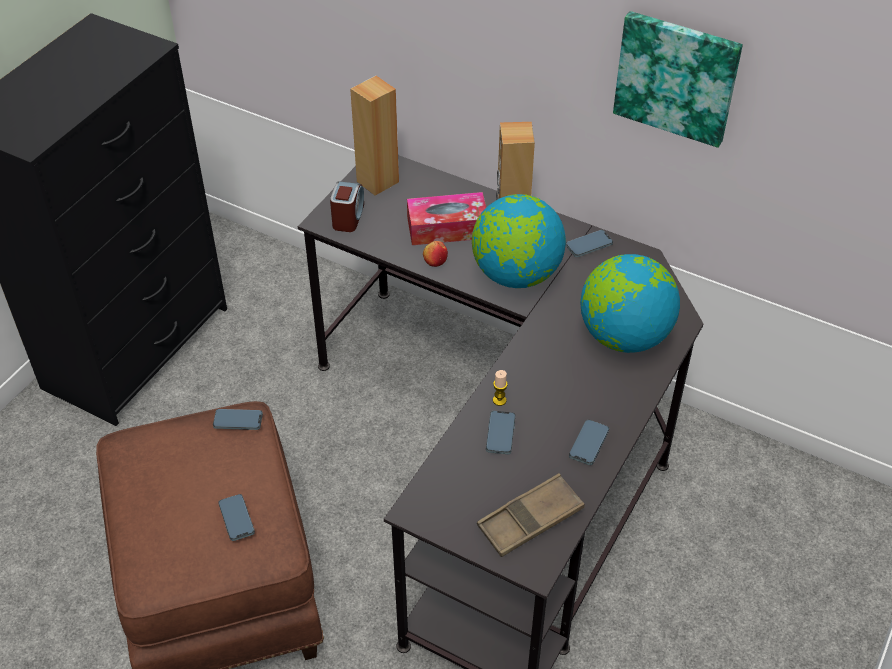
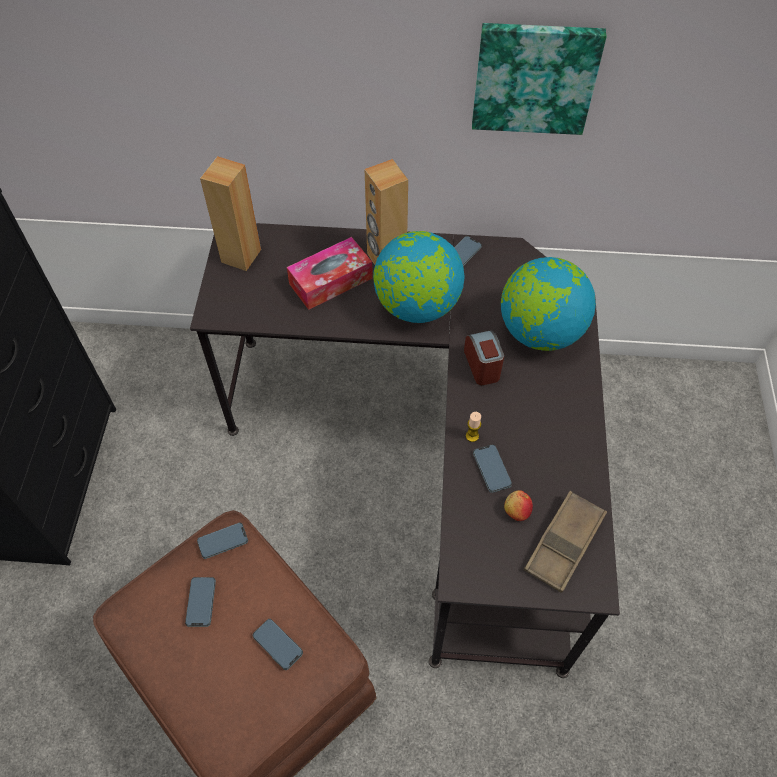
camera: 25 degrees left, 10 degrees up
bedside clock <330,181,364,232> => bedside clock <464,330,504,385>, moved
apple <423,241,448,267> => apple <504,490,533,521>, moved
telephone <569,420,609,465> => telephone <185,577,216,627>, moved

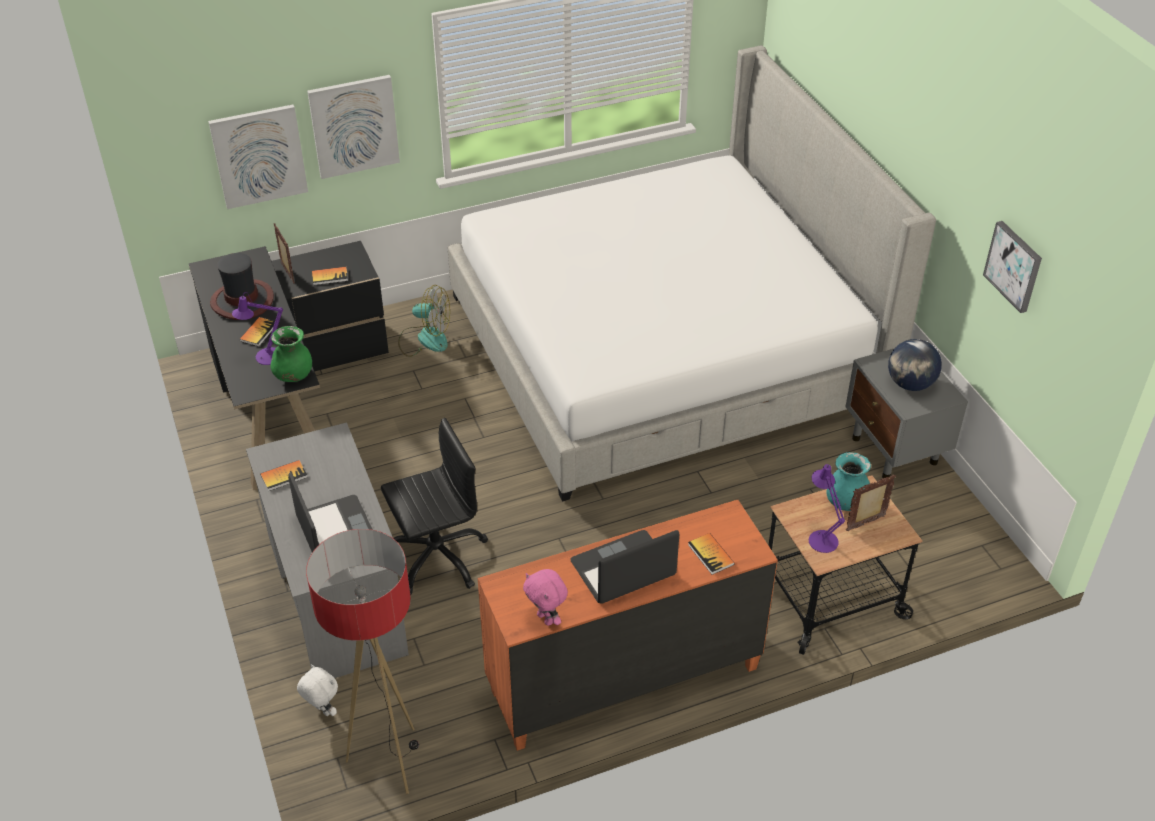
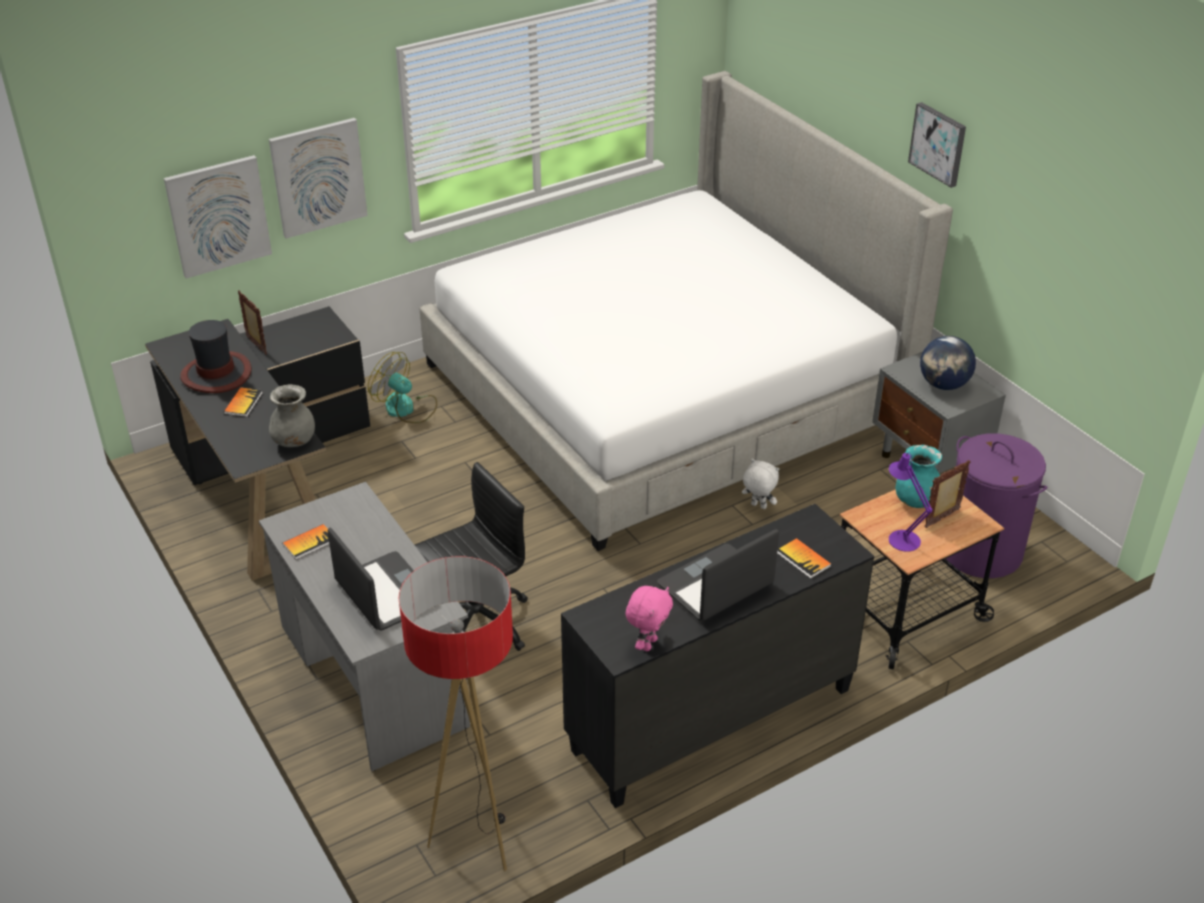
camera: 10 degrees left, 5 degrees down
wall art <983,221,1042,313> => wall art <908,102,966,188>, moved
volume <312,267,348,285> => nothing
electric fan <398,285,450,357> => electric fan <368,352,437,423>, 150 degrees counterclockwise
table lamp (purple-coloured) <232,292,283,365> => nothing
flower vase (green) <271,326,312,382> => flower vase (greyish) <269,384,315,447>
drawer chest (orange) <478,500,778,751> => drawer chest (black-coloured) <561,504,874,808>
soft toy (pink) <523,569,568,626> => soft toy (pink) <625,586,673,651>, 105 degrees counterclockwise
soft toy (white-coloured) <297,664,338,716> => soft toy (white-coloured) <742,459,779,509>, moved
nothing => washing basket (purple-coloured) <946,433,1047,578>

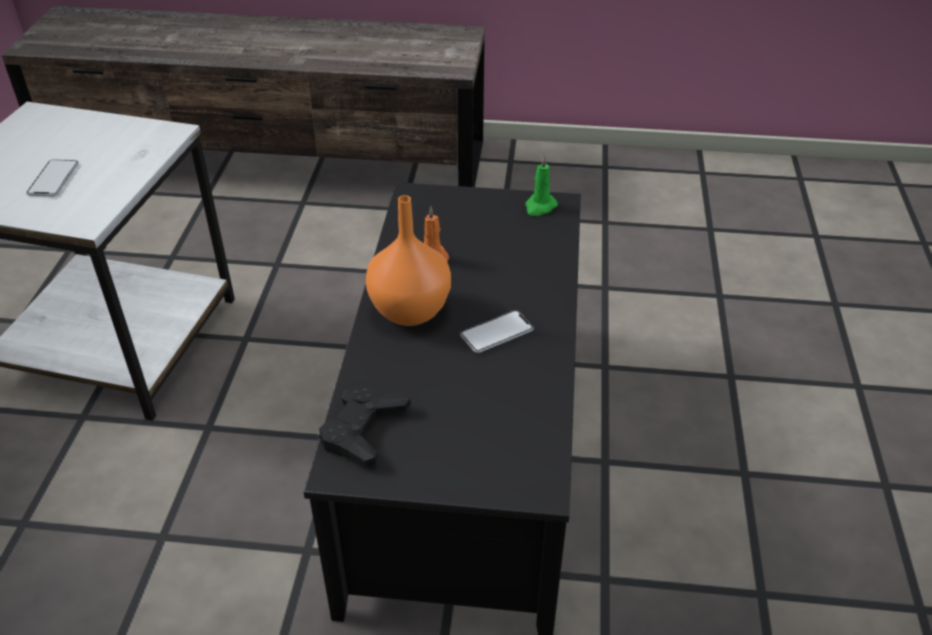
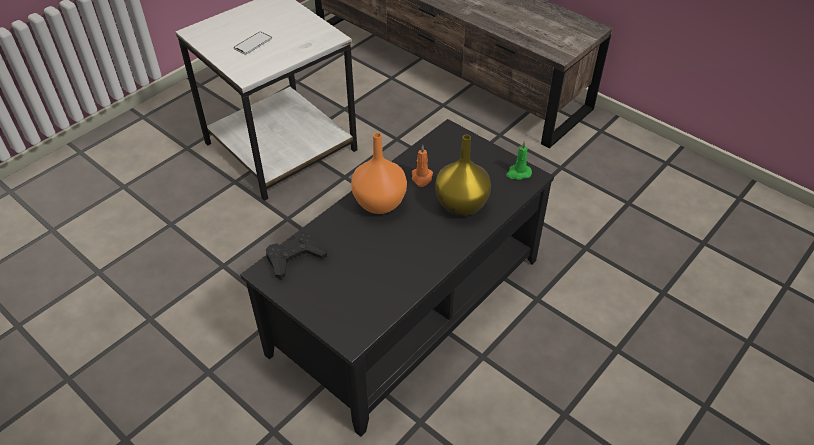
camera: 35 degrees right, 5 degrees up
telephone <460,310,534,353> => nothing
nothing => flower vase (yellowish) <435,135,491,216>

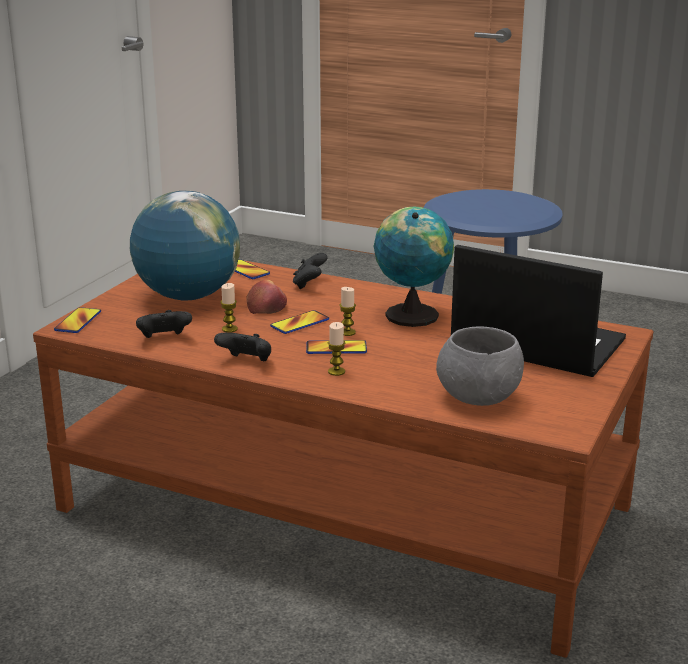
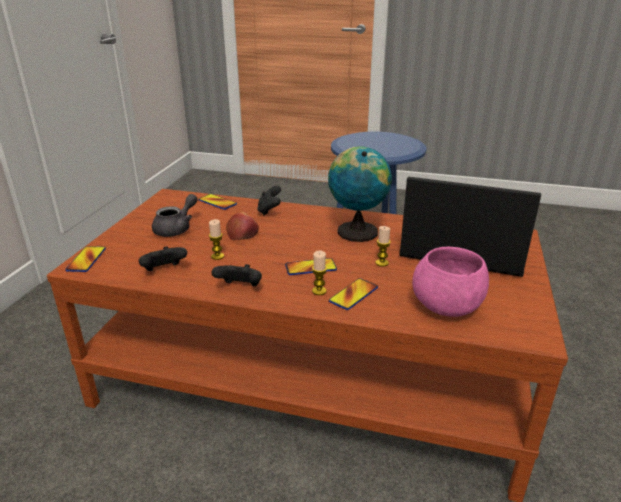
camera: 10 degrees left, 5 degrees up
globe <130,191,240,300> => pot for tea (greyish) <152,194,197,237>
wax light <340,287,356,336> => wax light <375,226,391,267>, moved
telephone <270,310,329,334> => telephone <329,278,378,310>, moved
deep dish (greyish) <436,326,524,406> => deep dish (pink) <412,247,489,317>

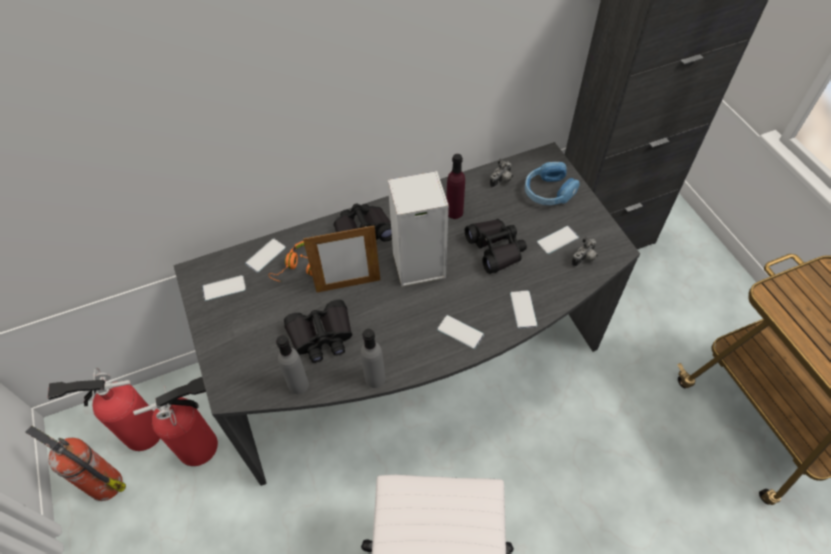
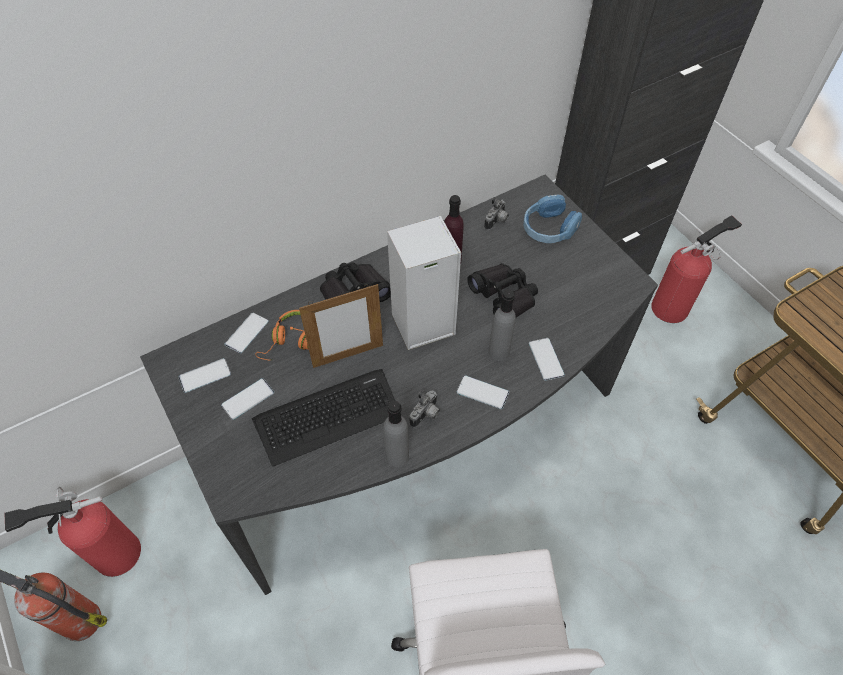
camera: 10 degrees left, 0 degrees up
telephone <537,226,579,254> => telephone <221,378,274,420>, moved
photo camera <571,237,598,267> => photo camera <409,391,440,428>, moved
binoculars (black-coloured) <284,300,352,363> => computer keyboard <252,369,395,467>
beverage bottle (greyish) <276,335,309,394> => beverage bottle (greyish) <489,290,516,361>, moved
extinguisher <133,377,218,466> => extinguisher <651,215,742,323>, moved

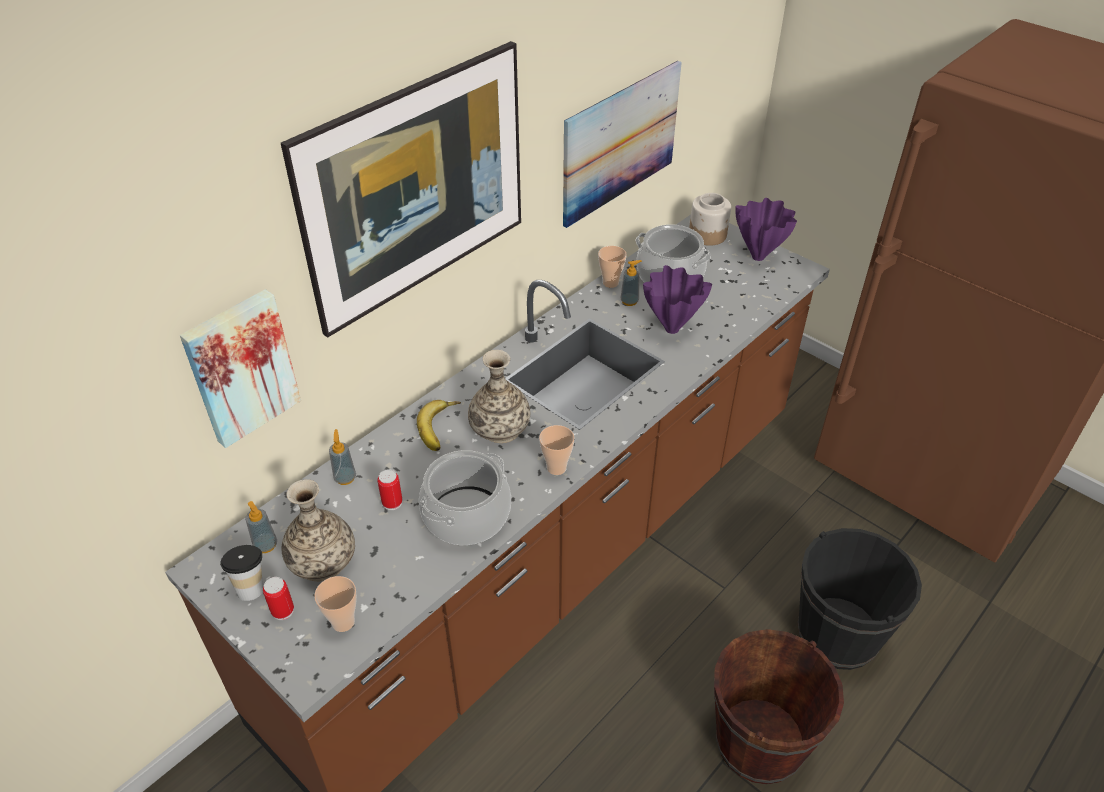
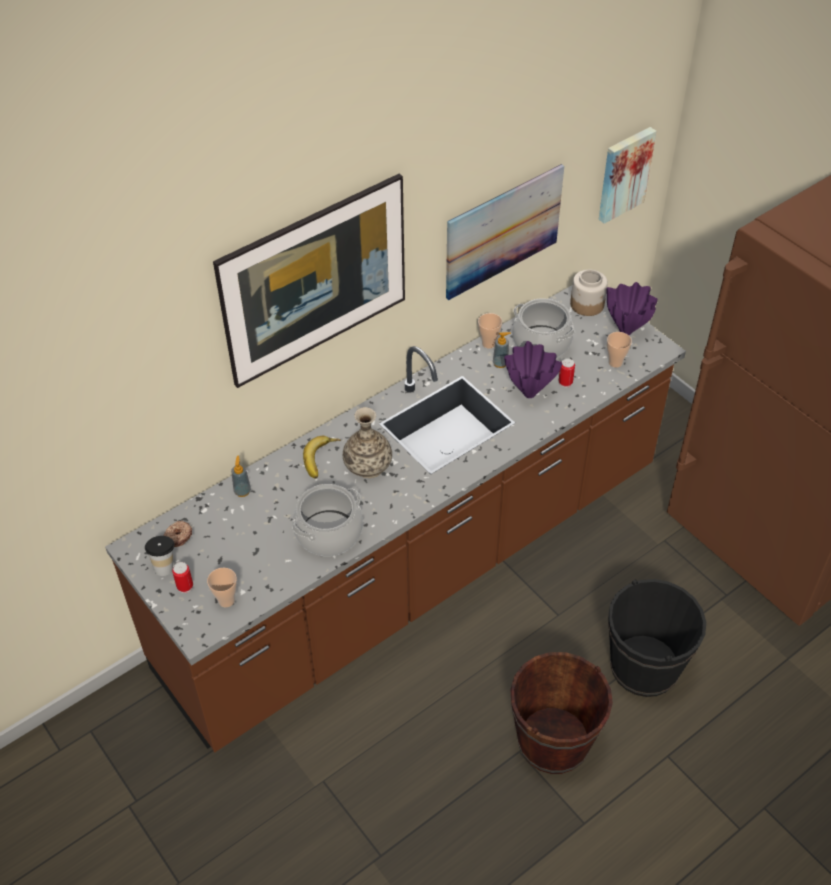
camera: 10 degrees right, 5 degrees up
wall art <180,289,301,448> => wall art <599,127,656,224>, moved
cup <539,425,574,475> => cup <607,332,632,368>, moved
metal can <377,469,402,510> => metal can <559,358,575,388>, moved
flower vase <282,479,355,581> => nothing
soap dispenser <245,501,277,553> => doughnut <163,520,192,547>

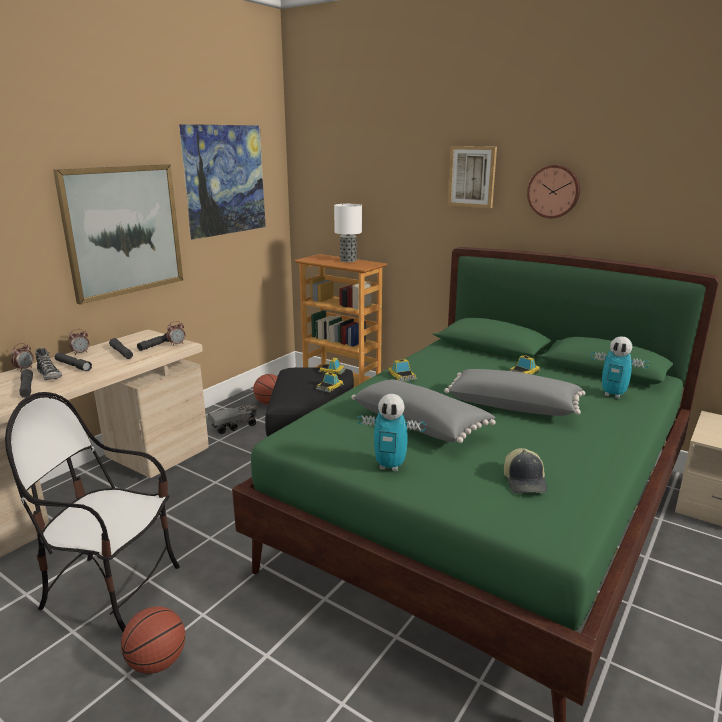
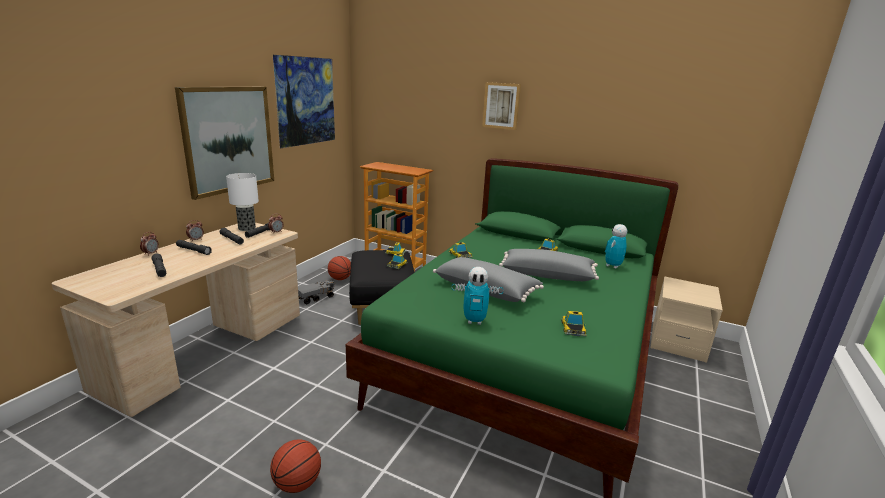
camera: 10 degrees left, 0 degrees up
wall clock <527,165,580,218> => nothing
table lamp <334,204,362,262> => table lamp <226,173,259,231>, moved
model robot <591,336,649,399> => model robot <605,224,627,269>, 105 degrees clockwise
shoe <35,348,62,380> => nothing
upright chair <5,392,180,632> => nothing
peaked cap <504,448,547,493> => model car <561,311,587,337>

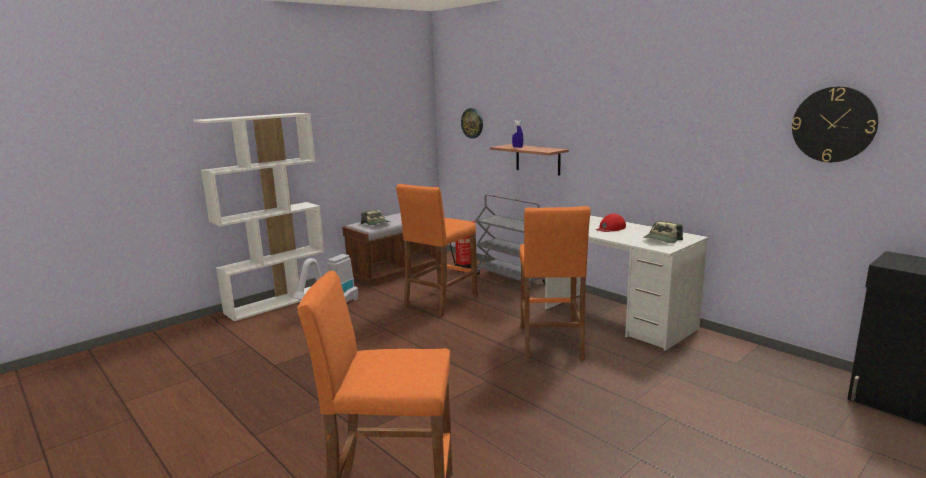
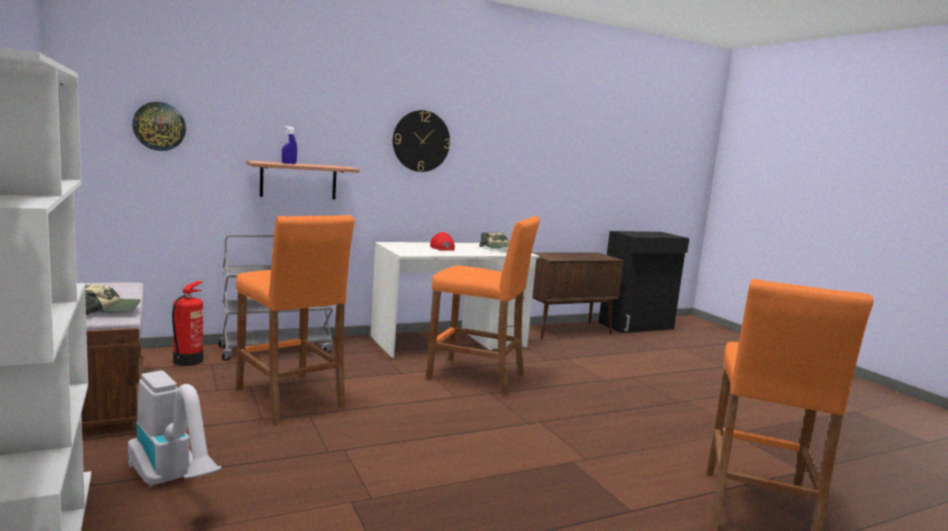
camera: 75 degrees left, 5 degrees down
wall clock <792,86,878,162> => wall clock <393,110,450,172>, moved
nothing => storage cabinet (brown-coloured) <532,253,624,339>

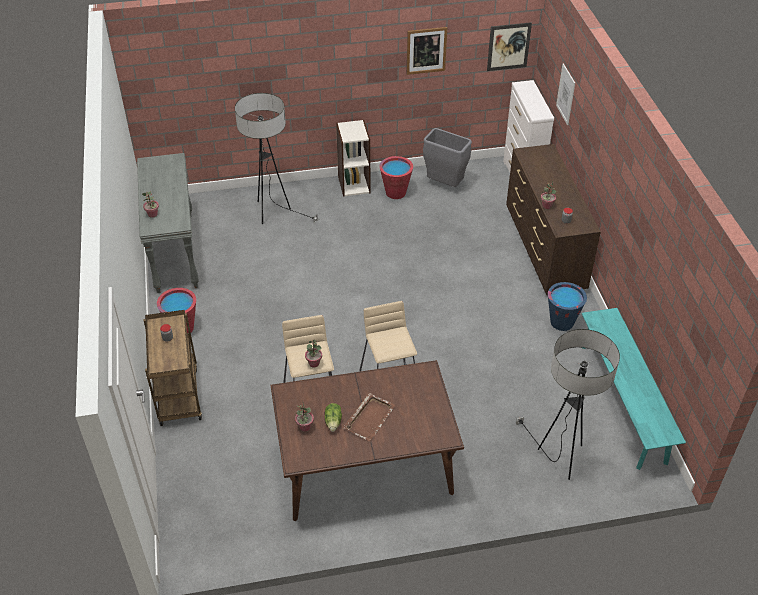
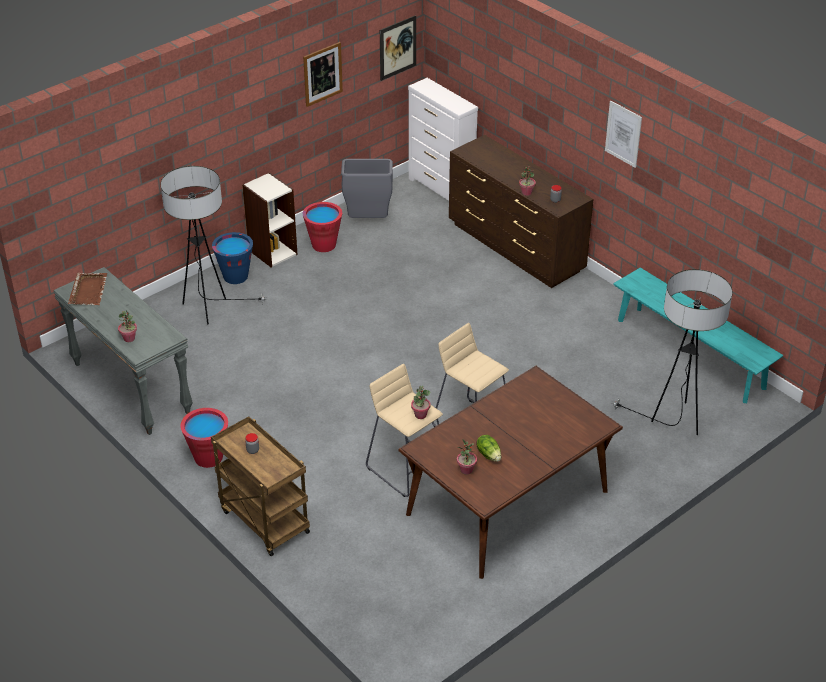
camera: 30 degrees left, 5 degrees down
wall art <556,64,575,125> => wall art <605,101,642,168>, moved
pail (blue) <548,282,587,331> => pail (blue) <212,232,253,284>, moved
serving tray (brown-coloured) <343,393,395,442> => serving tray (brown-coloured) <68,273,107,305>, moved

